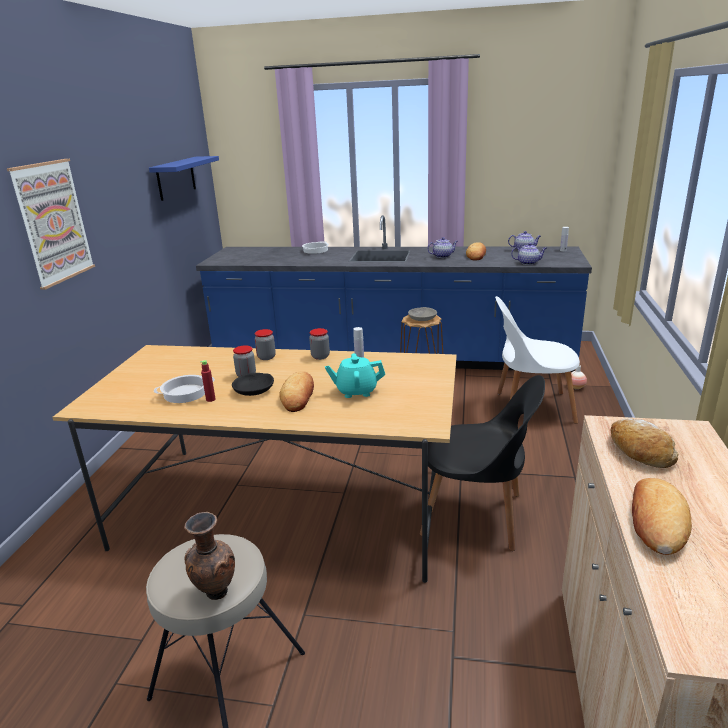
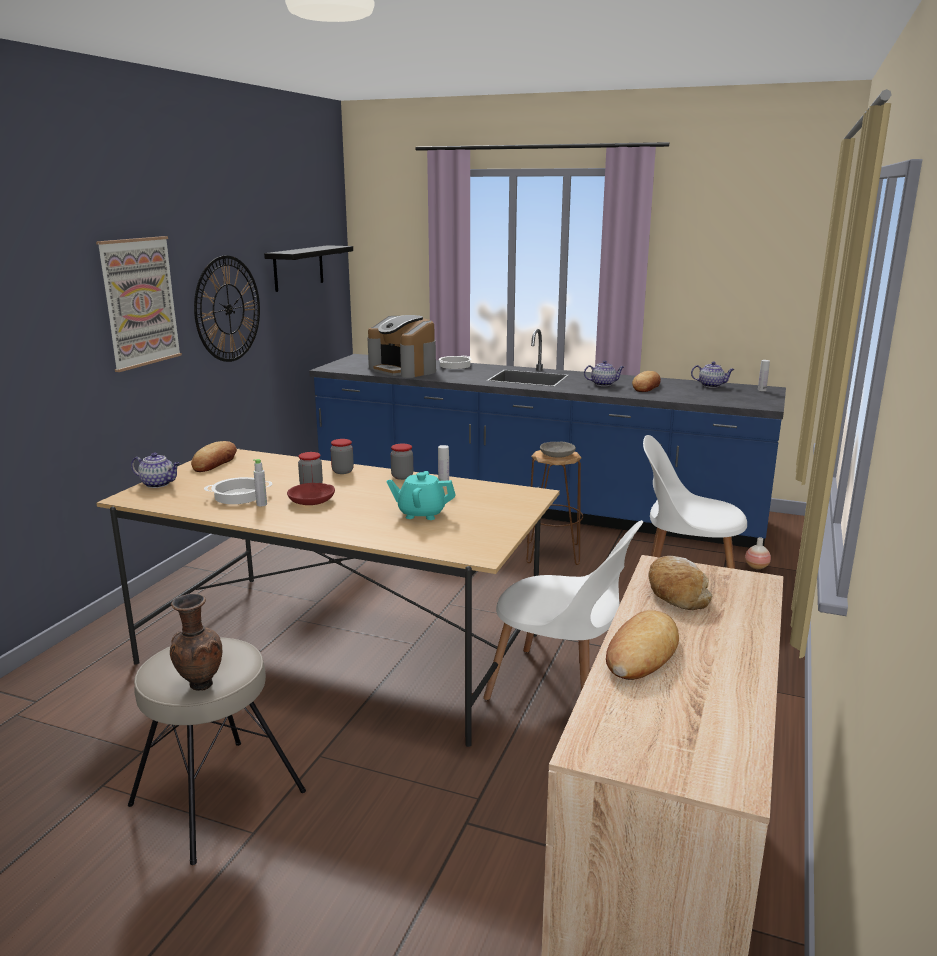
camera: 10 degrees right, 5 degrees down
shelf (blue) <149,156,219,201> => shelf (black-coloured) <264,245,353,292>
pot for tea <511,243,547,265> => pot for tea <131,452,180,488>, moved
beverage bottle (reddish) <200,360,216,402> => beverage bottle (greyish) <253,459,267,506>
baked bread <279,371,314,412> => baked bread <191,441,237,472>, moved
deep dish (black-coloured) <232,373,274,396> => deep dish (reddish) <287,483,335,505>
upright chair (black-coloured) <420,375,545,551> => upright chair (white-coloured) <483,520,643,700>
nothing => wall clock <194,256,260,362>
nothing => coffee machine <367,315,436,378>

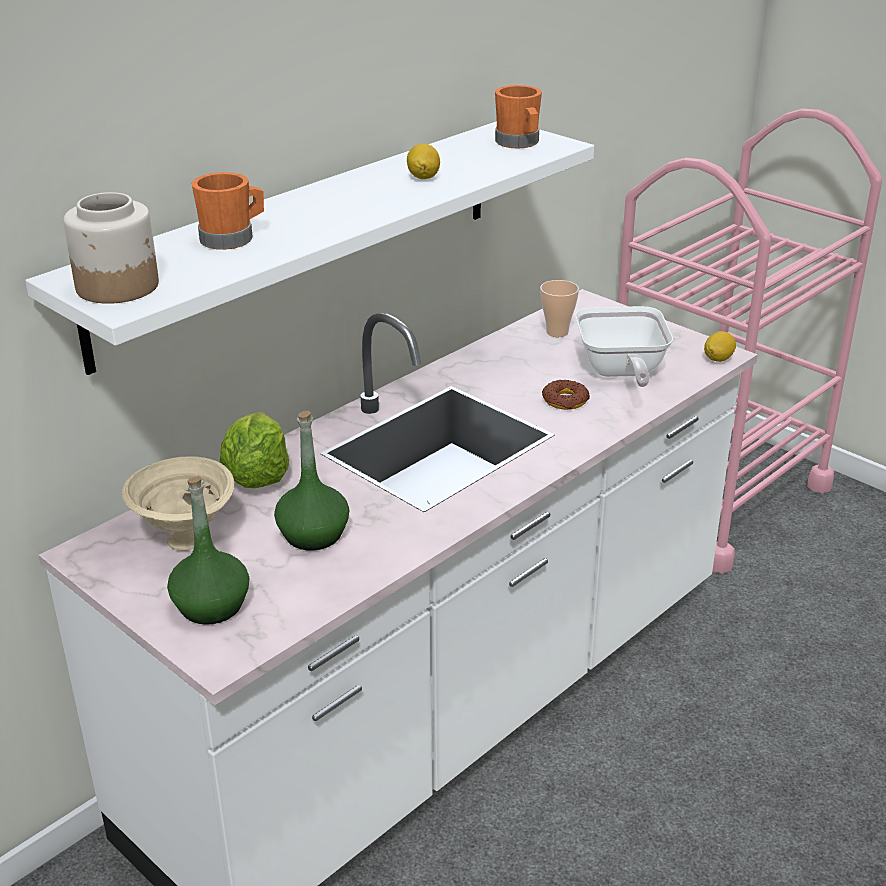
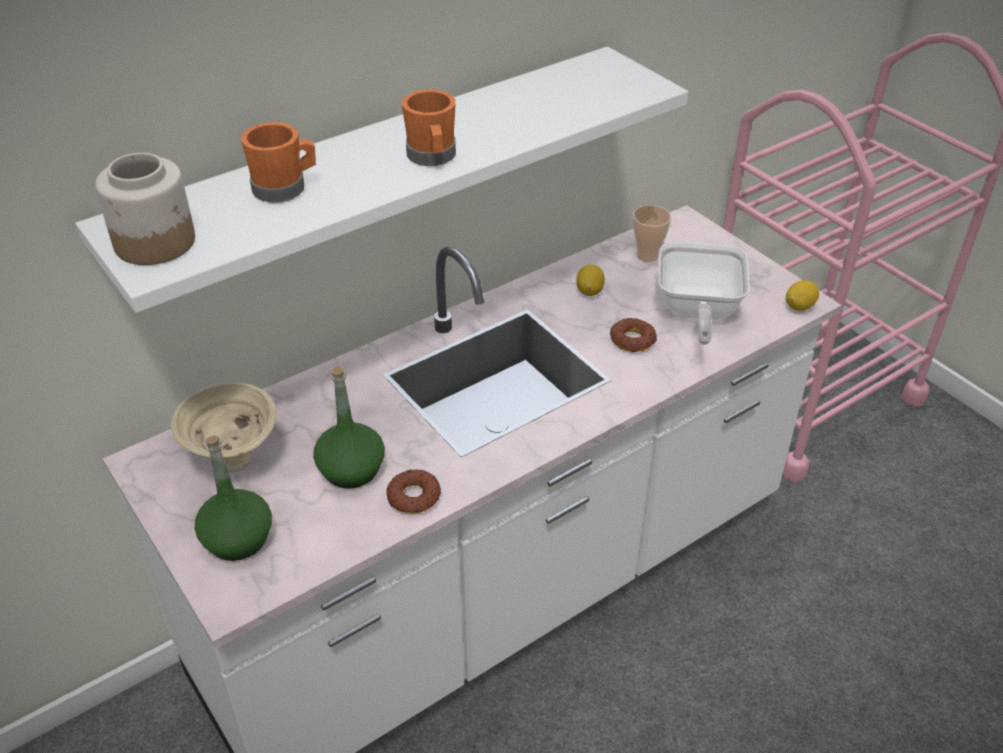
camera: 10 degrees right, 10 degrees up
mug (orange) <495,85,542,148> => mug (orange) <402,90,456,166>, moved
whole lemon <407,144,440,179> => whole lemon <576,265,605,296>, moved
lettuce <220,412,289,488> => nothing
nothing => doughnut <386,469,441,514>

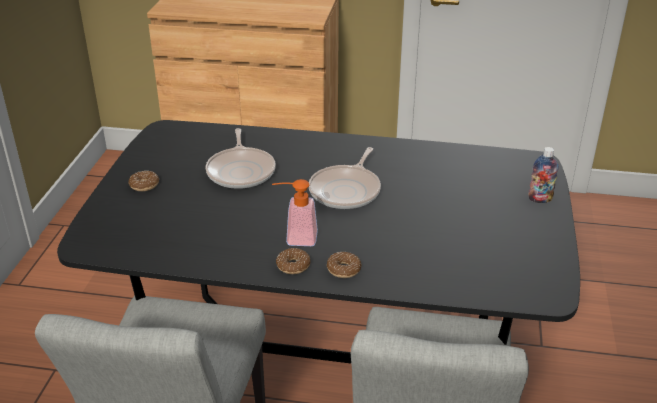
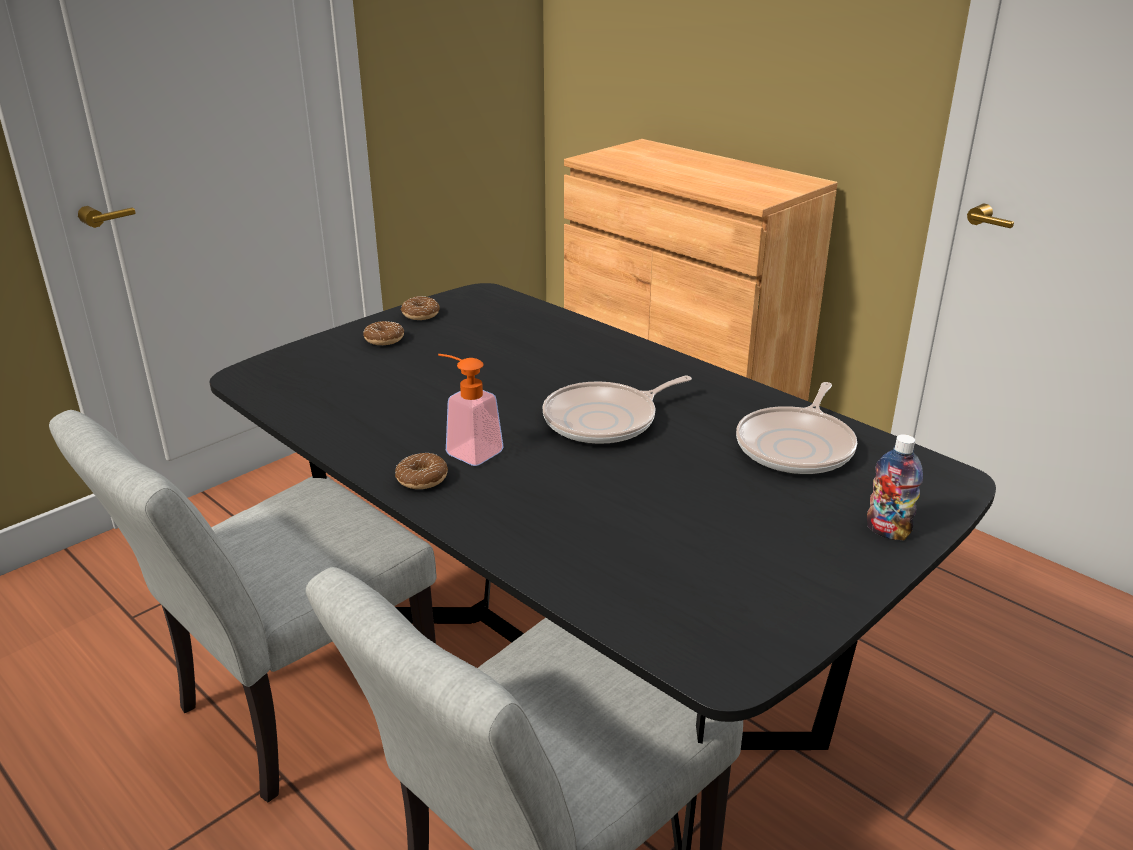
camera: 35 degrees right, 5 degrees down
frying pan <206,128,276,189> => frying pan <736,382,857,474>, moved
doughnut <327,252,362,278> => doughnut <401,296,439,320>, moved

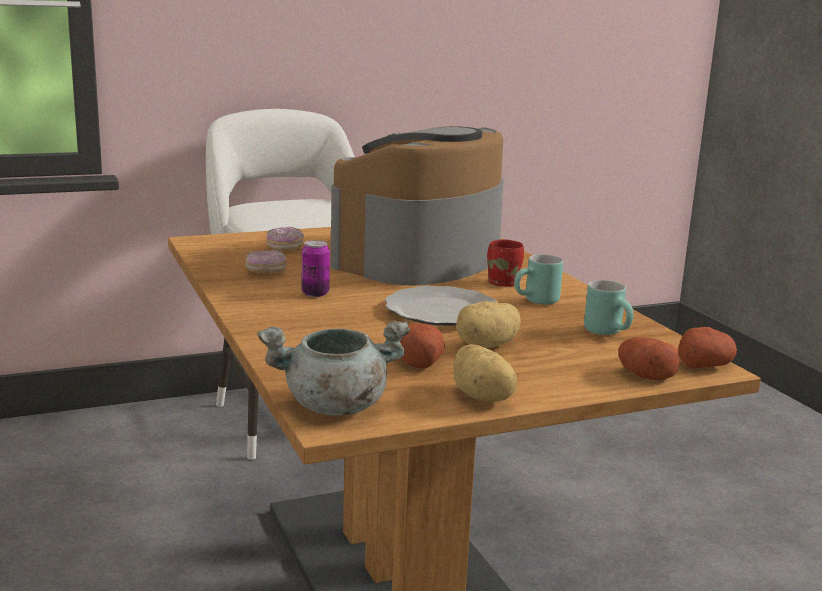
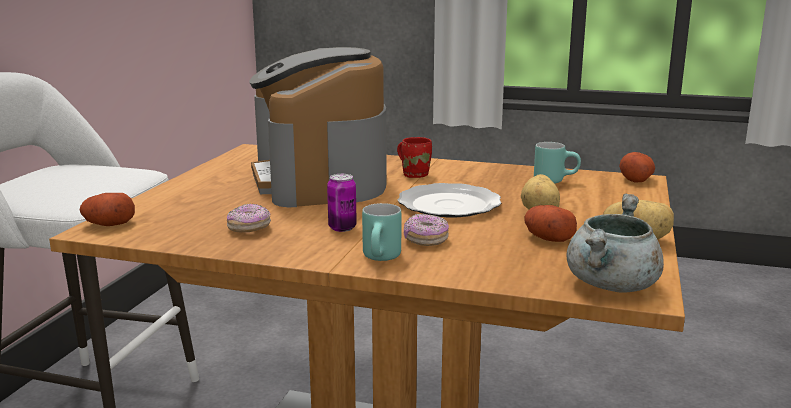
camera: 50 degrees left, 0 degrees up
doughnut <266,227,304,251> => doughnut <404,214,449,246>, moved
mug (turquoise-coloured) <514,254,563,304> => mug (turquoise-coloured) <362,203,401,261>, moved
whole potato <618,337,680,380> => whole potato <80,193,135,226>, moved

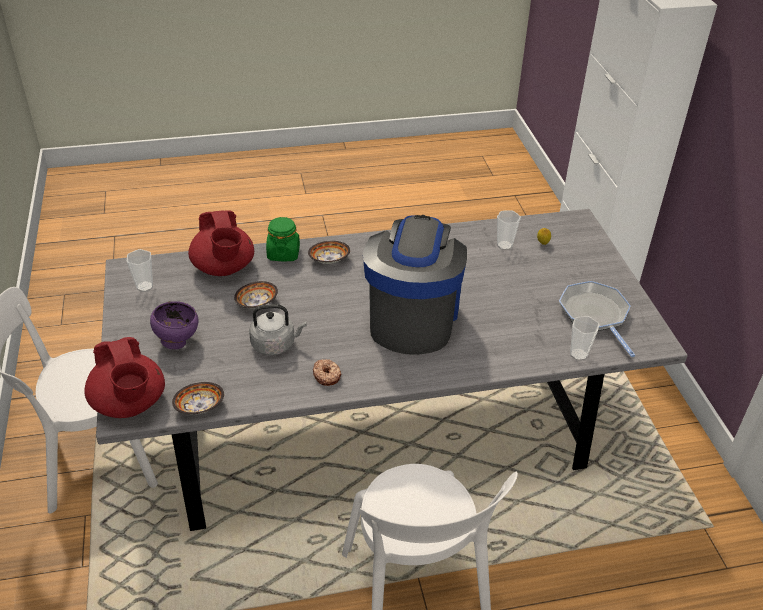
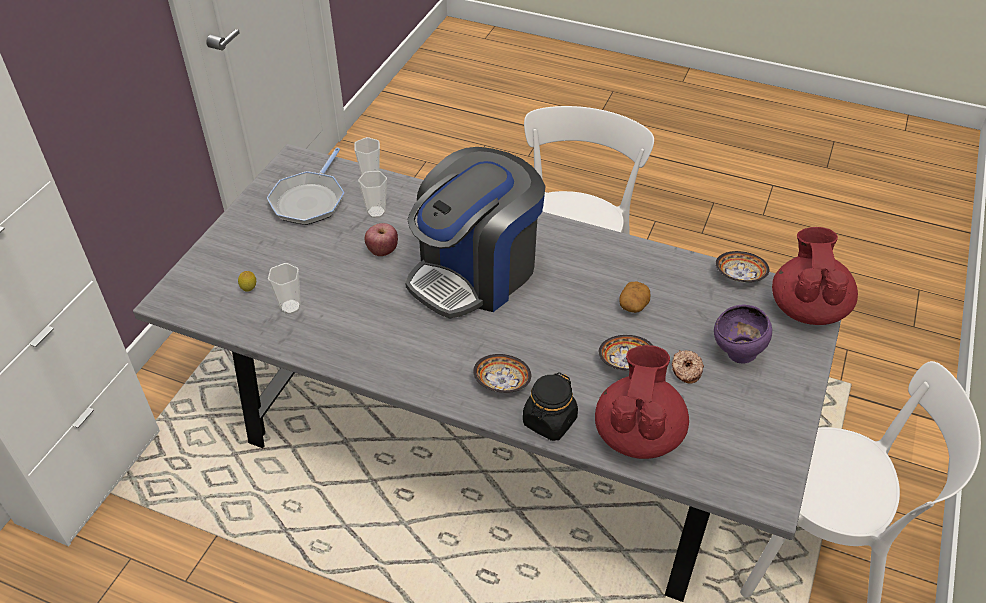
camera: 145 degrees left, 5 degrees up
jar (green) <266,217,300,261> => jar (black-coloured) <523,372,578,441>
cup <127,249,153,292> => cup <358,171,387,218>, moved
kettle (greyish) <249,304,307,355> => whole potato <619,281,650,313>
doughnut <313,359,342,386> => doughnut <672,350,704,384>, moved
nothing => apple <364,223,398,256>

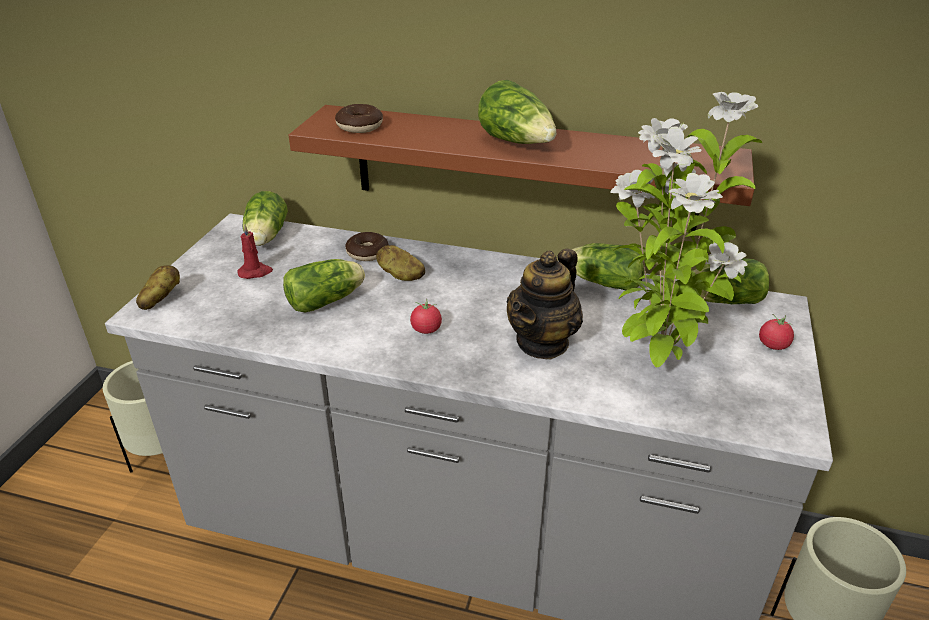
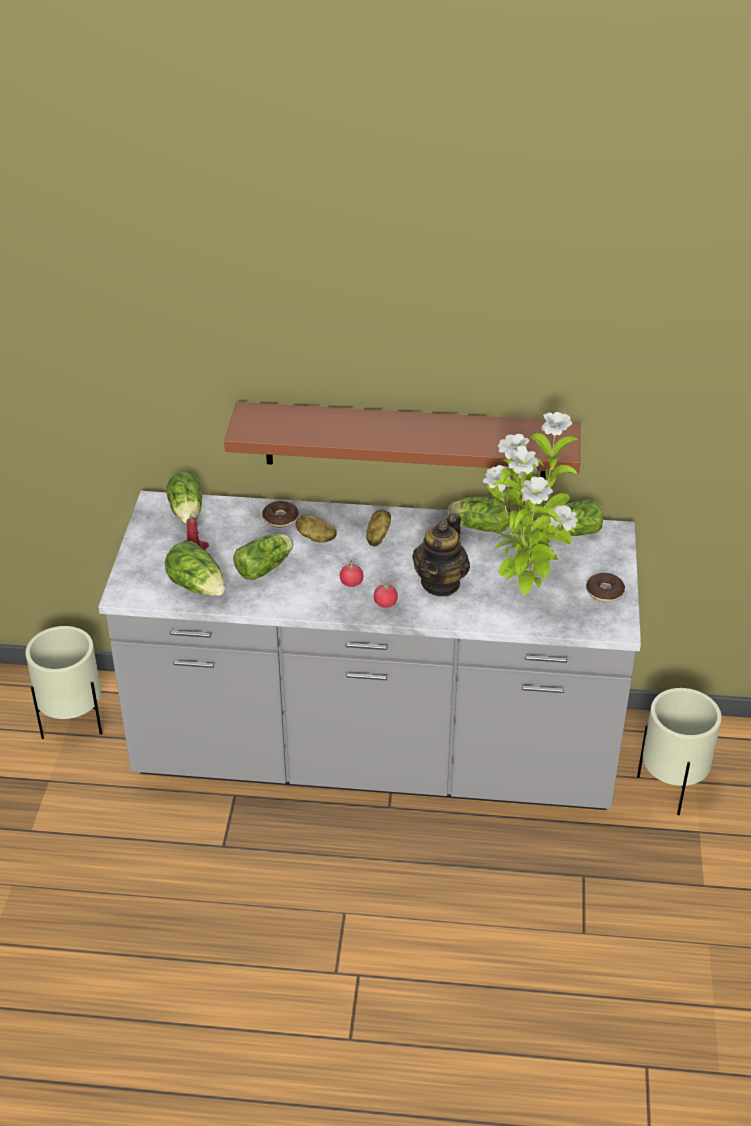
camera: 10 degrees left, 5 degrees up
lettuce <478,80,557,144> => lettuce <165,541,225,596>, moved
doughnut <335,104,383,133> => doughnut <586,573,625,602>, moved
whole potato <136,265,180,310> => whole potato <366,509,391,546>, moved
tomato <759,314,794,350> => tomato <374,581,398,608>, moved

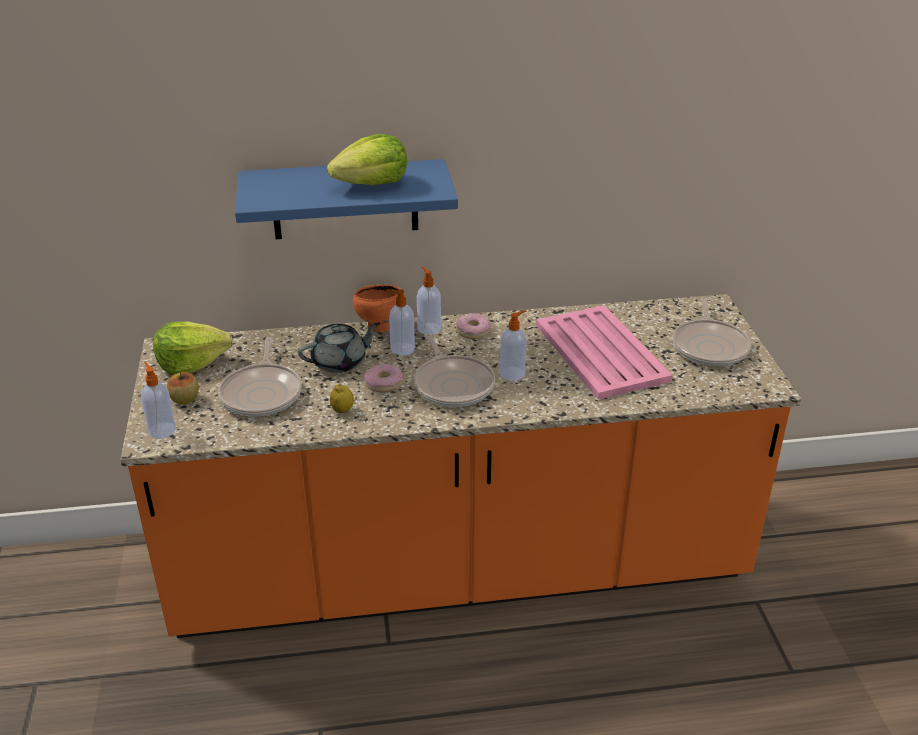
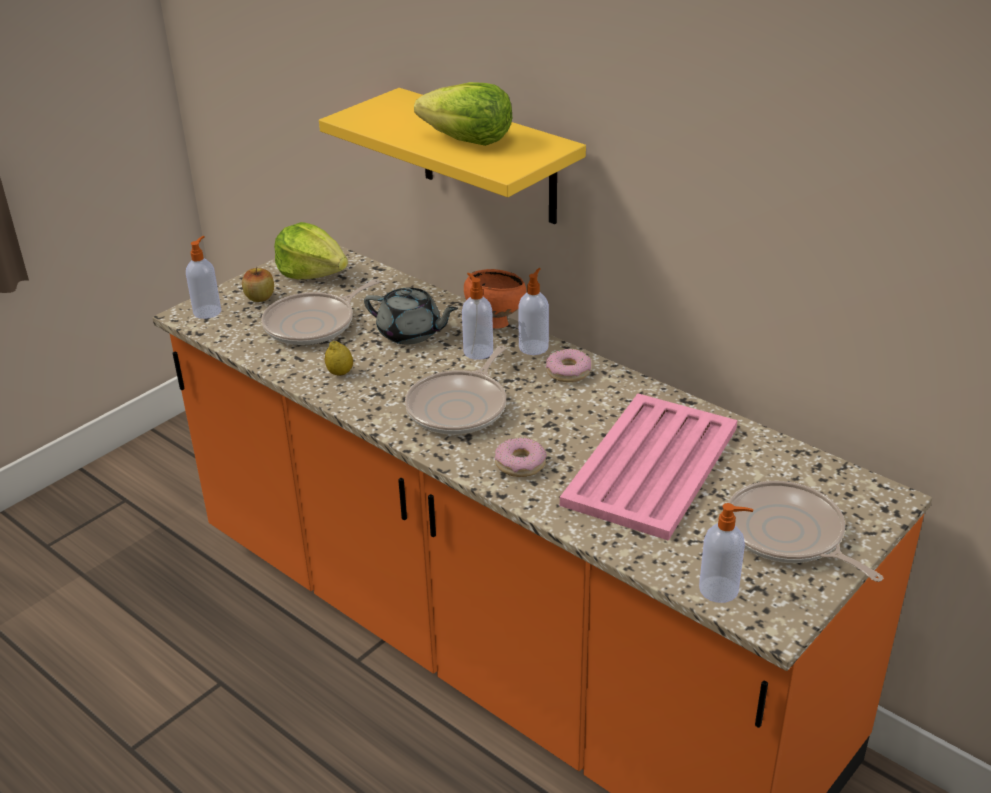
camera: 50 degrees right, 0 degrees up
shelf (blue) <235,159,458,239> => shelf (yellowish) <319,88,586,224>
frying pan <673,297,751,366> => frying pan <728,481,883,582>, 90 degrees clockwise
soap dispenser <500,310,527,381> => soap dispenser <699,503,753,603>, moved
doughnut <364,364,403,392> => doughnut <495,437,547,477>, moved

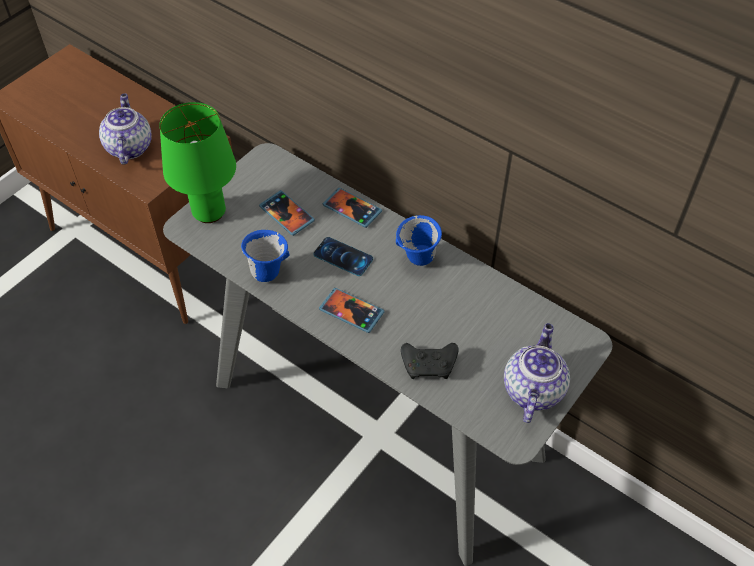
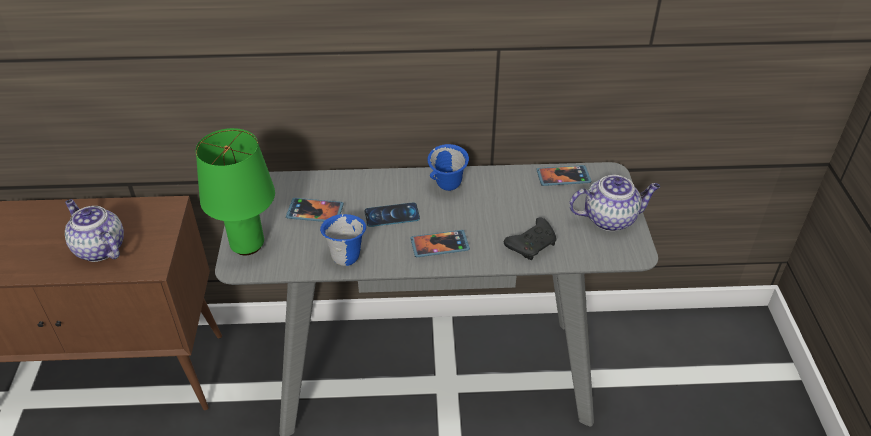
camera: 40 degrees left, 10 degrees down
telephone <323,188,382,228> => telephone <536,165,591,186>, moved
pot for tea <504,323,570,423> => pot for tea <569,175,660,231>, 105 degrees clockwise

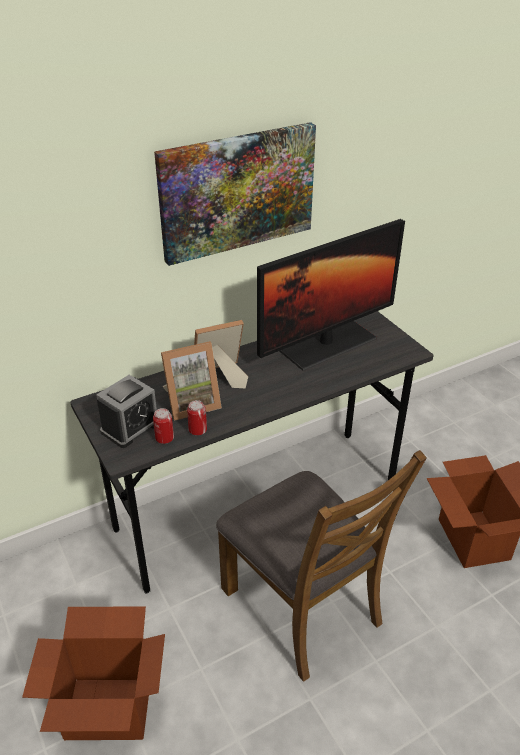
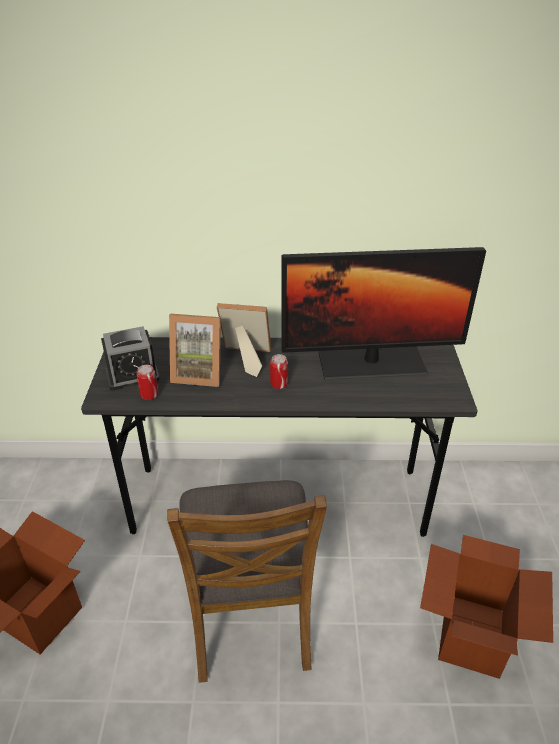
camera: 30 degrees right, 0 degrees up
wall art <154,122,316,266> => nothing
metal can <187,400,207,435> => metal can <270,354,288,389>, moved

